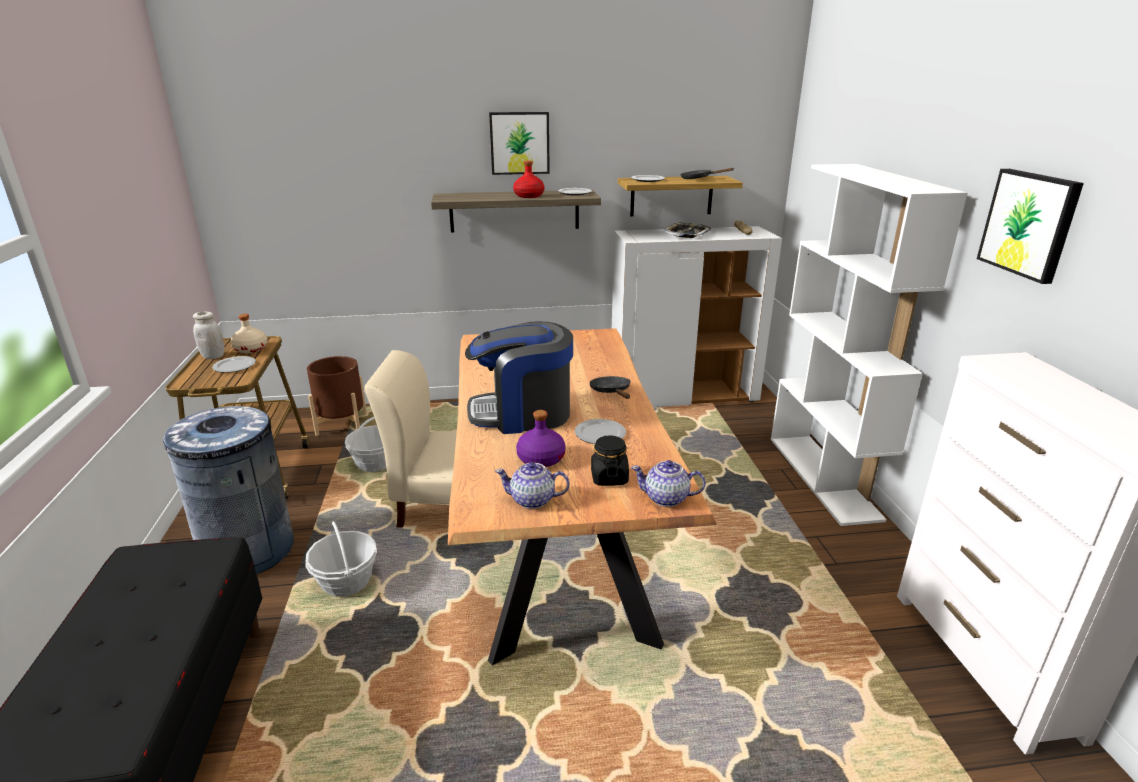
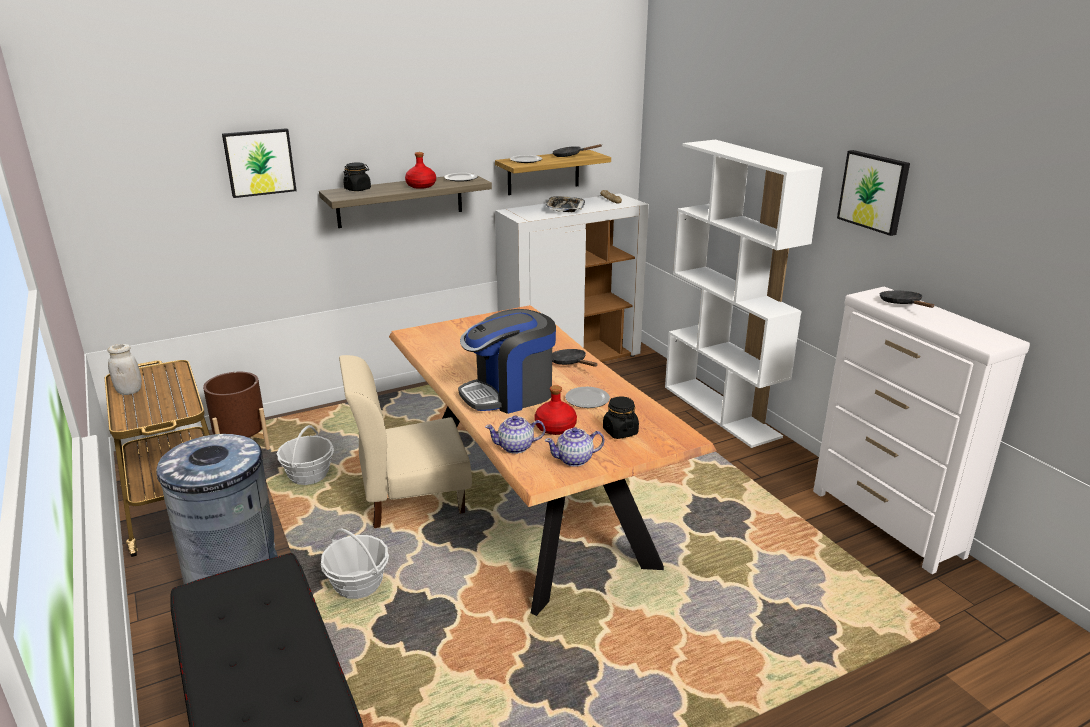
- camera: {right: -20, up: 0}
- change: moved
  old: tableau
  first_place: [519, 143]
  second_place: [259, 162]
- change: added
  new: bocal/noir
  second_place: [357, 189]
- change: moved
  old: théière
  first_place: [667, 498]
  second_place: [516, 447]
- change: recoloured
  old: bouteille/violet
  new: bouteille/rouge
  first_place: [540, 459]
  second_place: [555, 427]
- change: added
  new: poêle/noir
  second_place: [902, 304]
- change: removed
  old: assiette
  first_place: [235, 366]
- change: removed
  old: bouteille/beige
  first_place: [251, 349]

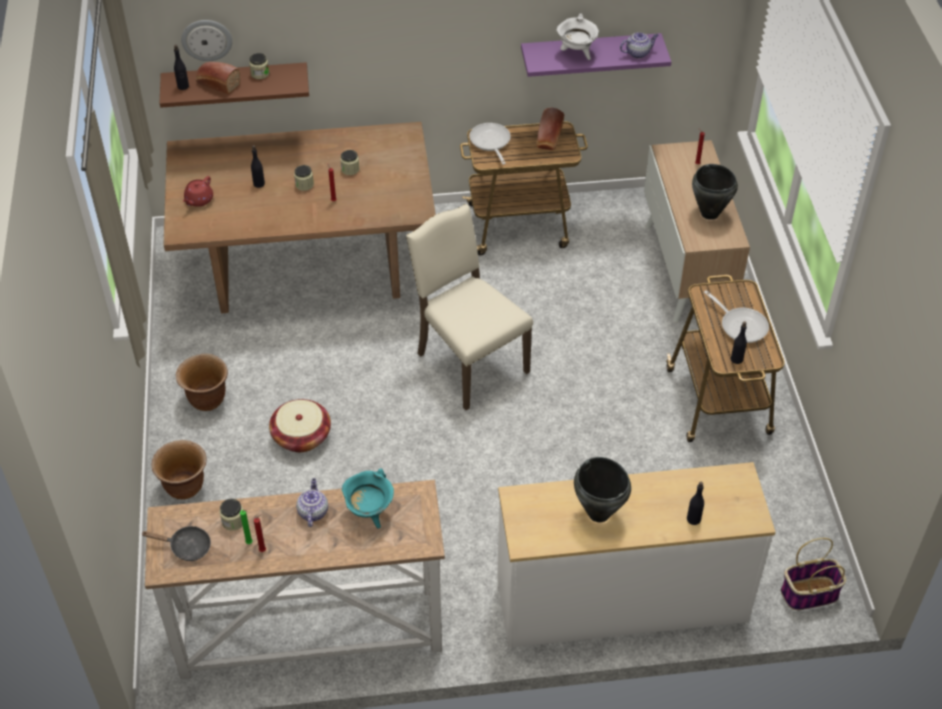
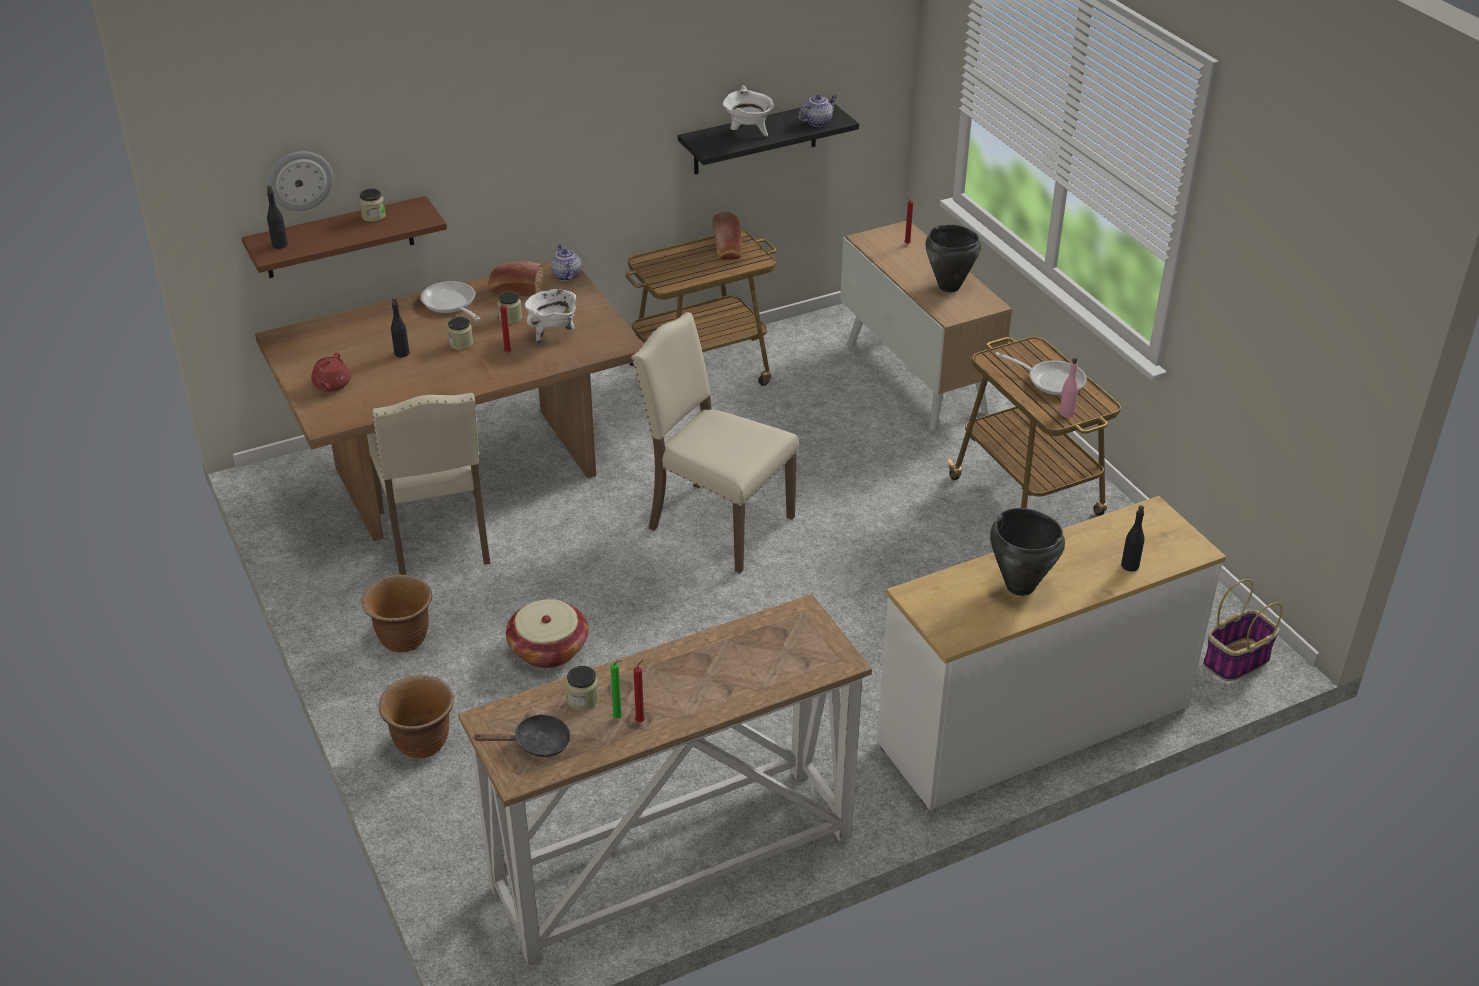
- camera: {right: -20, up: -10}
- change: added
  new: chaise/beige
  second_place: [437, 538]
- change: moved
  old: poêle
  first_place: [490, 143]
  second_place: [451, 304]
- change: moved
  old: pain
  first_place: [217, 83]
  second_place: [514, 289]
- change: added
  new: marmite/blanc
  second_place: [553, 333]
- change: moved
  old: théière
  first_place: [313, 512]
  second_place: [565, 275]
- change: recoloured
  old: étagère/violet
  new: étagère/noir
  first_place: [590, 53]
  second_place: [755, 138]
- change: recoloured
  old: bouteille/noir
  new: bouteille/rose
  first_place: [736, 359]
  second_place: [1066, 413]
- change: removed
  old: marmite/turquoise
  first_place: [369, 513]

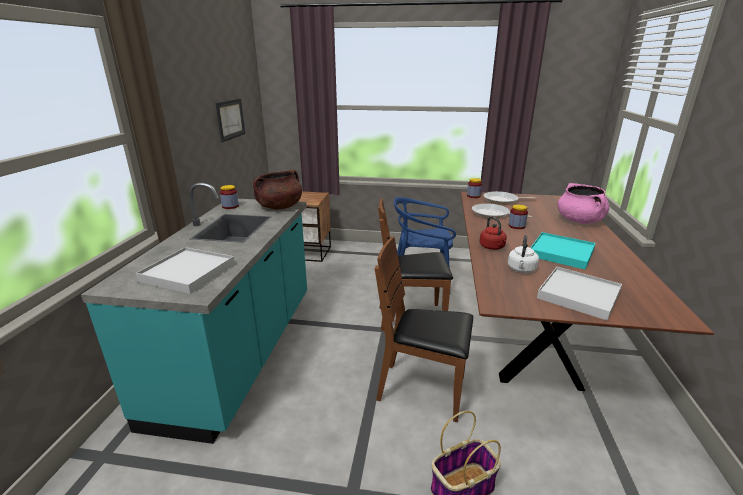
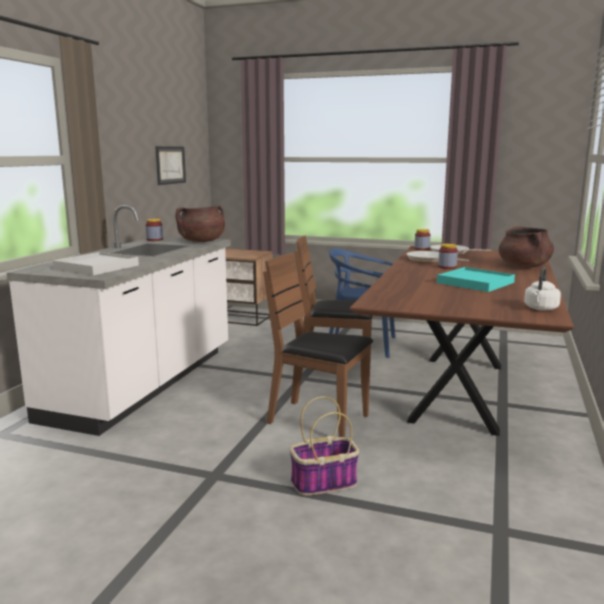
- camera: {right: 10, up: -10}
- change: recoloured
  old: comptoir de cuisine/turquoise
  new: comptoir de cuisine/blanc
  first_place: [240, 353]
  second_place: [145, 383]
- change: recoloured
  old: marmite/rose
  new: marmite/marron
  first_place: [579, 221]
  second_place: [524, 266]
- change: moved
  old: bouilloire/blanc
  first_place: [521, 269]
  second_place: [540, 309]
- change: removed
  old: bouilloire/rouge
  first_place: [492, 247]
- change: removed
  old: plateau/blanc
  first_place: [578, 295]

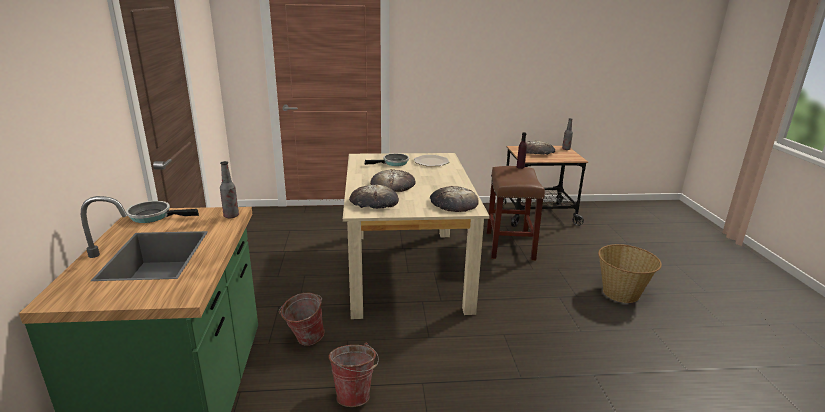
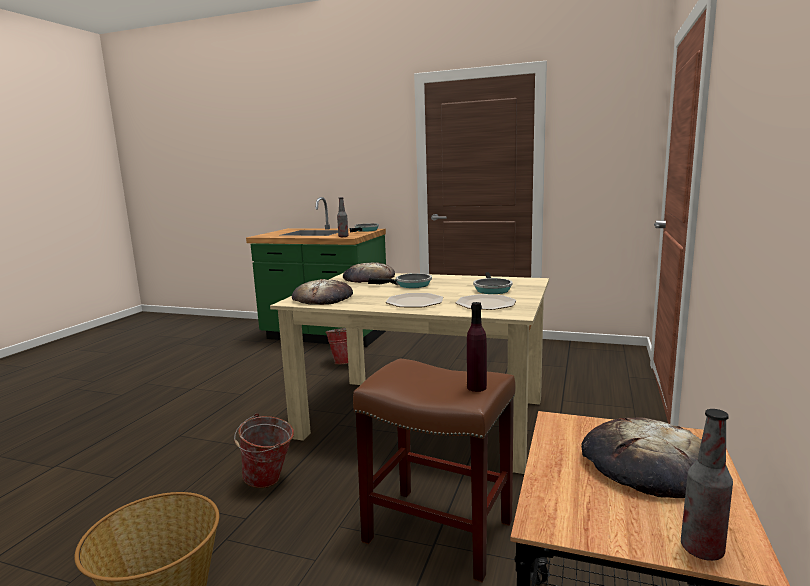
- camera: {right: 115, up: -10}
- change: moved
  old: seau
  first_place: [355, 394]
  second_place: [269, 482]
- change: replaced
  old: pain
  new: poêle
  first_place: [393, 184]
  second_place: [410, 285]
- change: added
  new: assiette
  second_place: [415, 302]

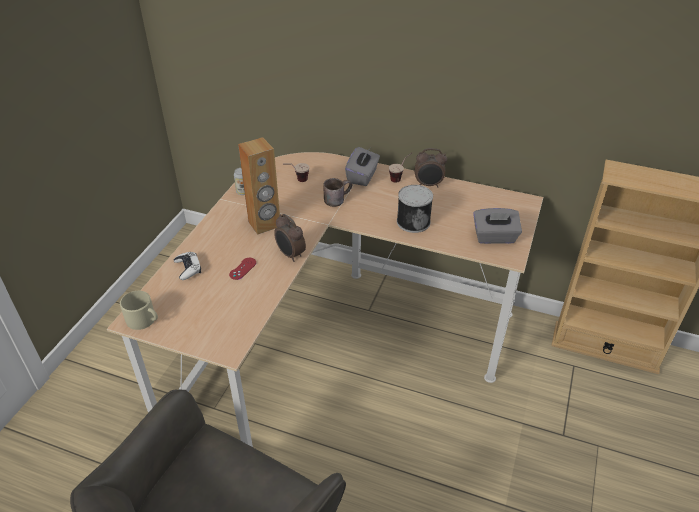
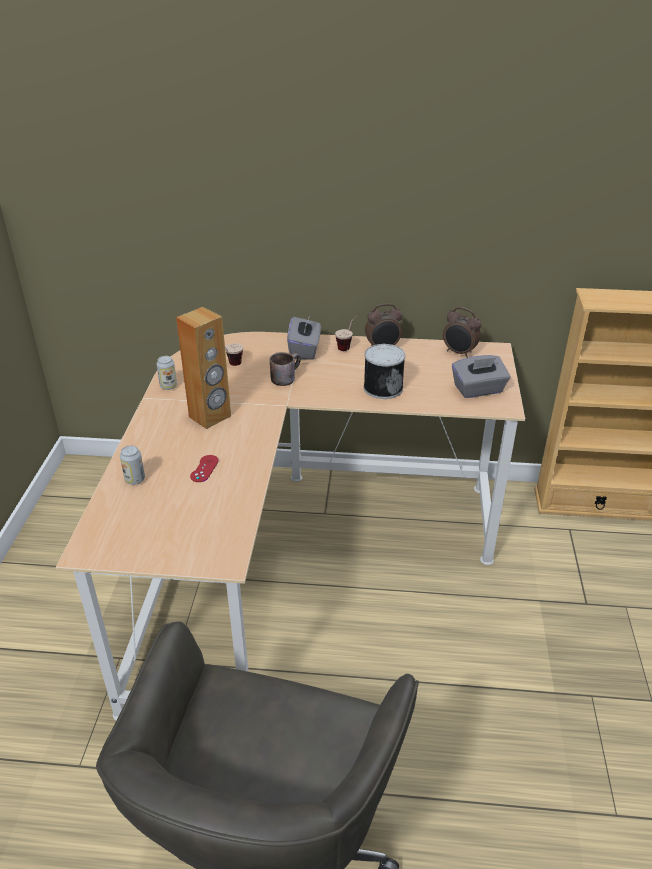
- camera: {right: -15, up: -5}
- change: replaced
  old: manette/blanc
  new: boîte métallique
  first_place: [188, 268]
  second_place: [135, 479]
- change: moved
  old: réveil
  first_place: [290, 255]
  second_place: [459, 353]
- change: removed
  old: mug/beige
  first_place: [144, 320]

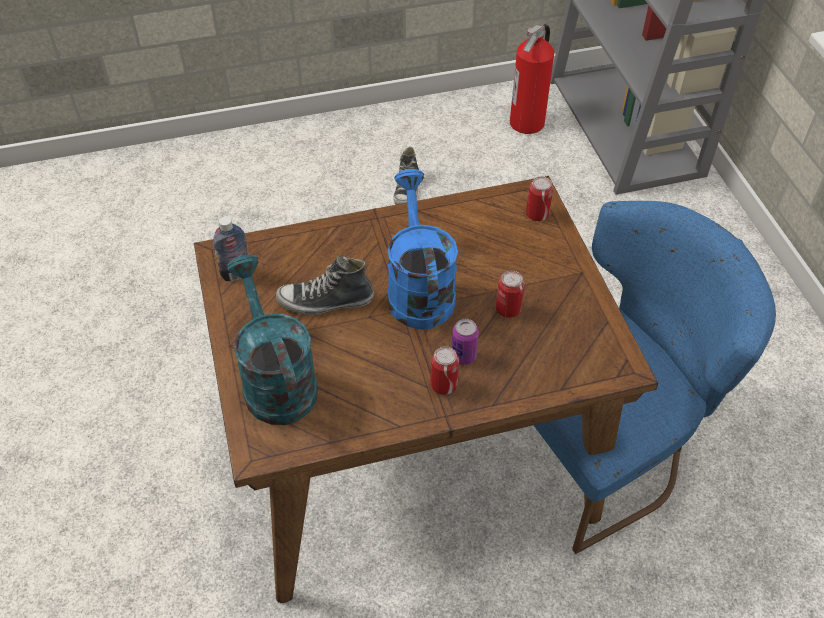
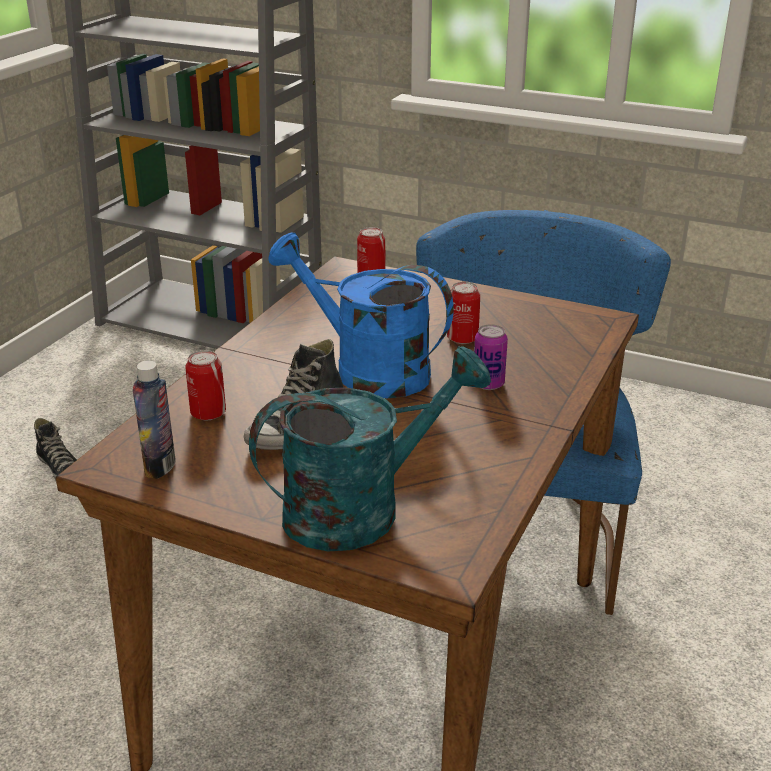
- camera: {right: -50, up: -20}
- change: moved
  old: boîte métallique
  first_place: [444, 385]
  second_place: [208, 413]
- change: turned
  old: arrosoir/turquoise
  first_place: [275, 379]
  second_place: [361, 508]
  degrees: 135
- change: removed
  old: extincteur
  first_place: [528, 123]

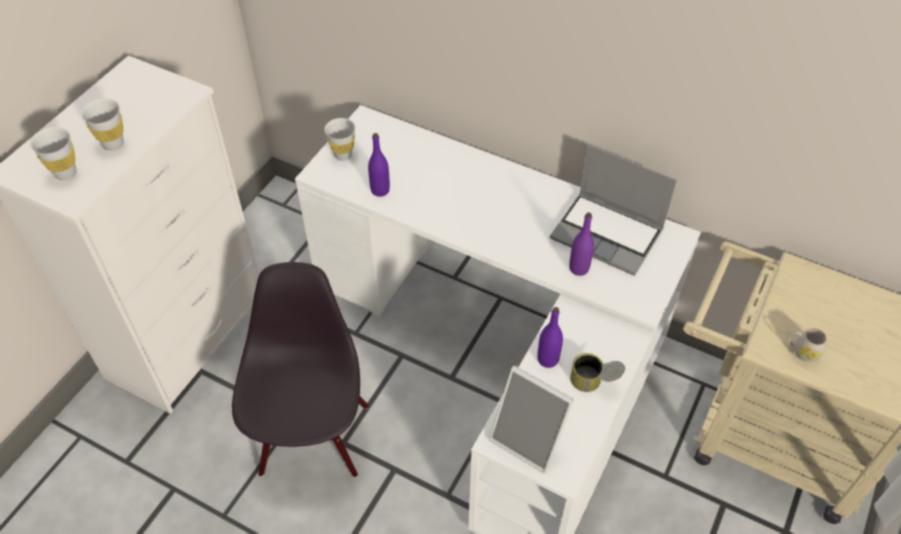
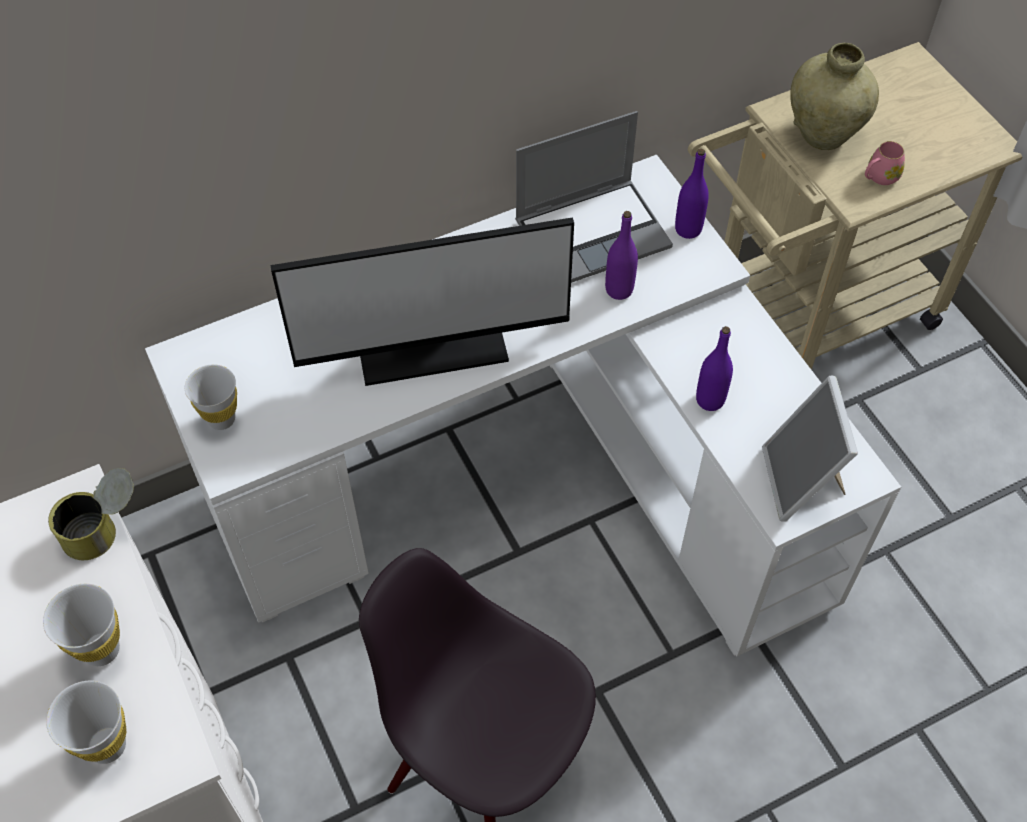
- camera: {right: -55, up: 5}
- change: moved
  old: boîte métallique
  first_place: [594, 382]
  second_place: [105, 529]
- change: added
  new: écran d'ordinateur
  second_place: [431, 342]
- change: moved
  old: bouteille/violet
  first_place: [380, 190]
  second_place: [688, 229]
- change: turned
  old: cadre photo
  first_place: [529, 439]
  second_place: [802, 482]
  degrees: 105
- change: added
  new: vase/beige
  second_place: [823, 134]
- change: recoloured
  old: mug/blanc
  new: mug/rose
  first_place: [802, 351]
  second_place: [879, 177]

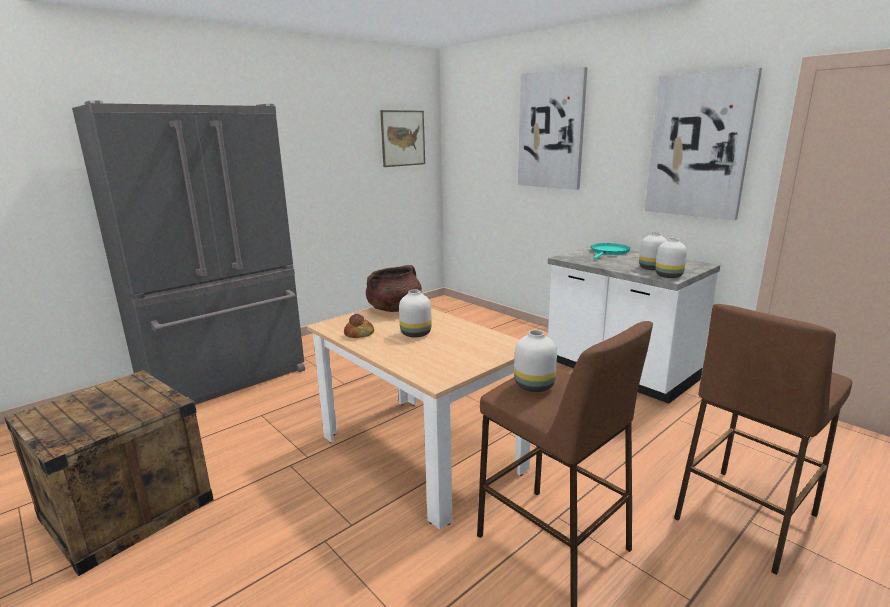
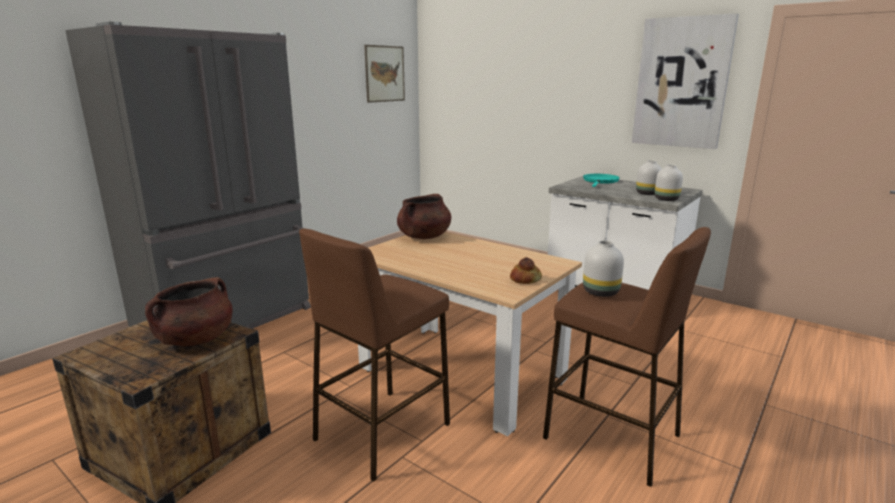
- camera: {right: -10, up: 0}
- change: added
  new: marmite/marron
  second_place: [195, 339]
- change: moved
  old: tabouret/marron
  first_place: [745, 517]
  second_place: [381, 432]
- change: moved
  old: pain
  first_place: [359, 334]
  second_place: [525, 279]
- change: removed
  old: vase/blanc
  first_place: [416, 333]
- change: removed
  old: tableau
  first_place: [551, 130]

